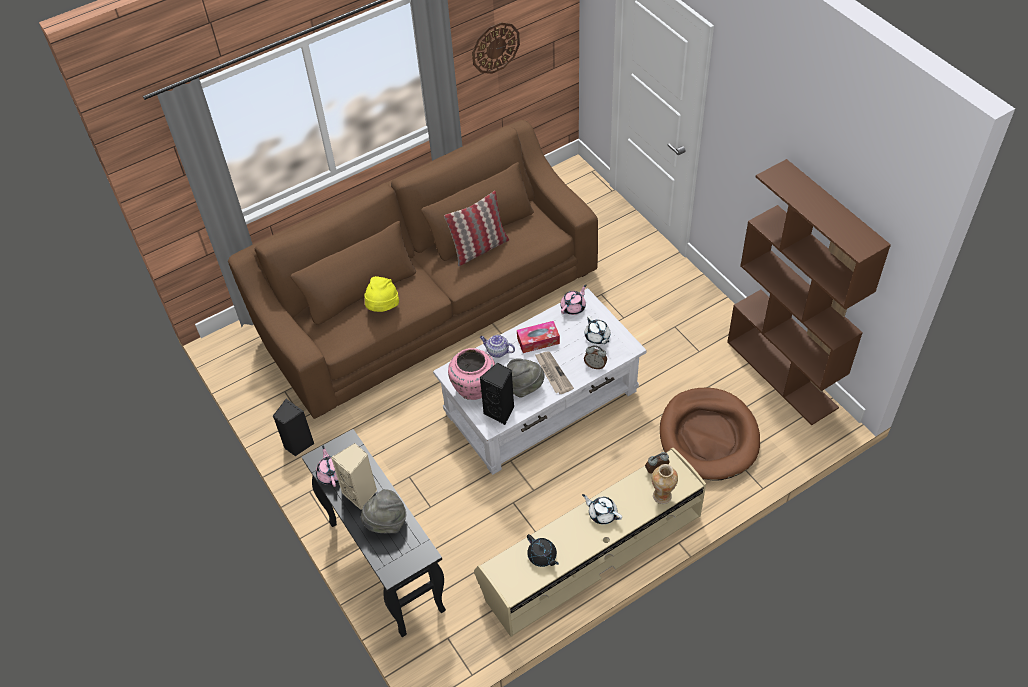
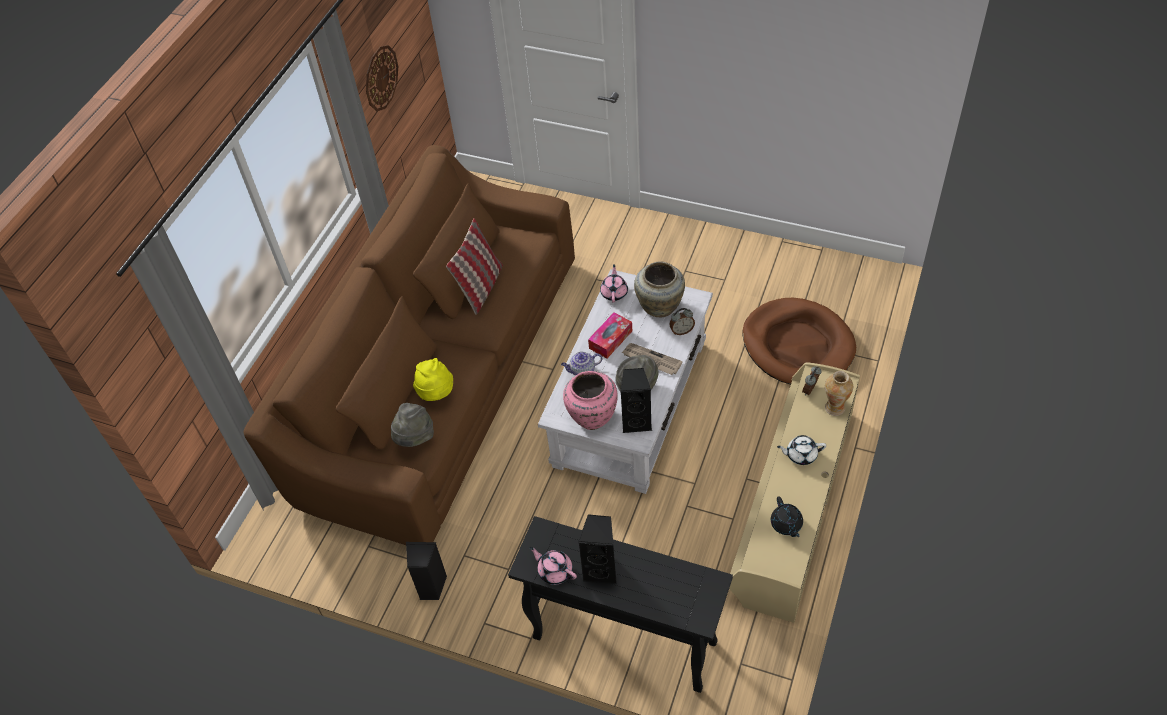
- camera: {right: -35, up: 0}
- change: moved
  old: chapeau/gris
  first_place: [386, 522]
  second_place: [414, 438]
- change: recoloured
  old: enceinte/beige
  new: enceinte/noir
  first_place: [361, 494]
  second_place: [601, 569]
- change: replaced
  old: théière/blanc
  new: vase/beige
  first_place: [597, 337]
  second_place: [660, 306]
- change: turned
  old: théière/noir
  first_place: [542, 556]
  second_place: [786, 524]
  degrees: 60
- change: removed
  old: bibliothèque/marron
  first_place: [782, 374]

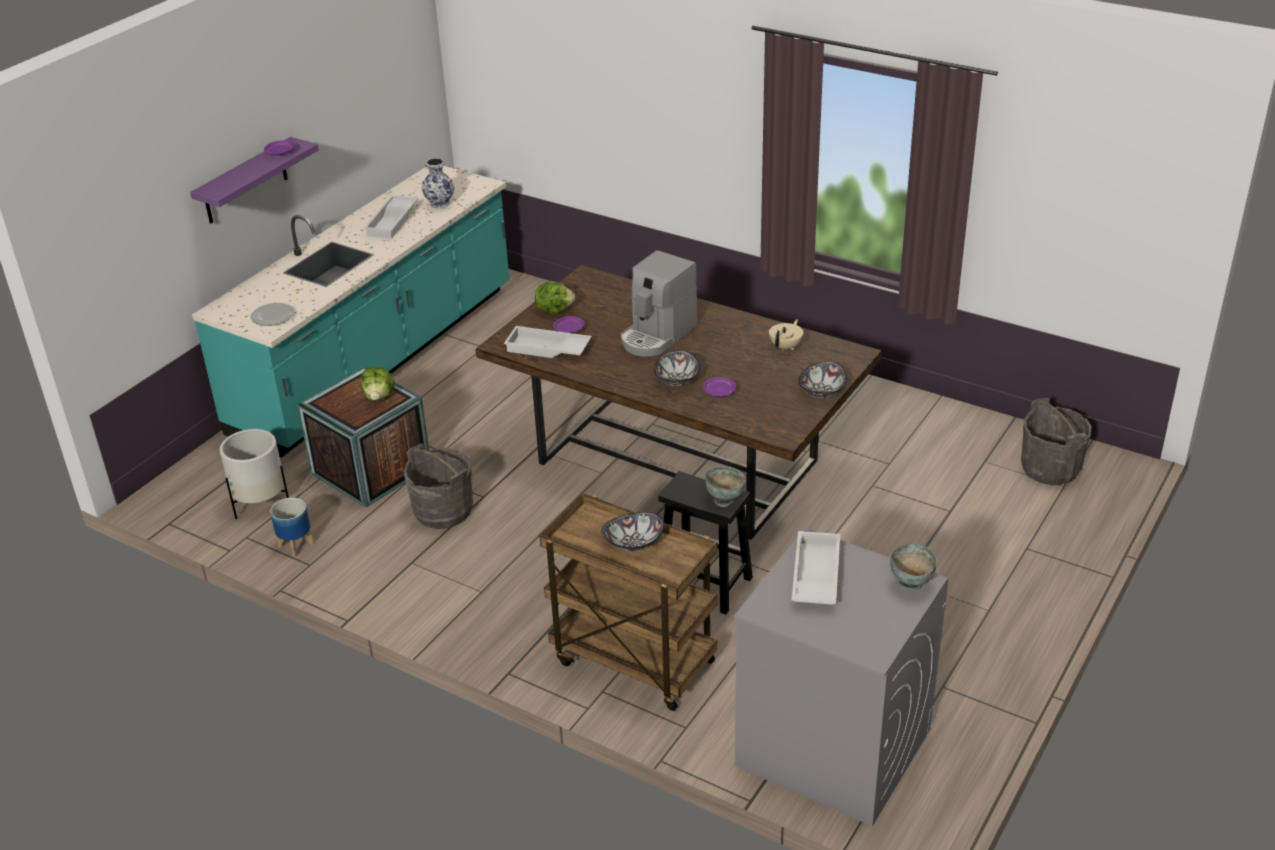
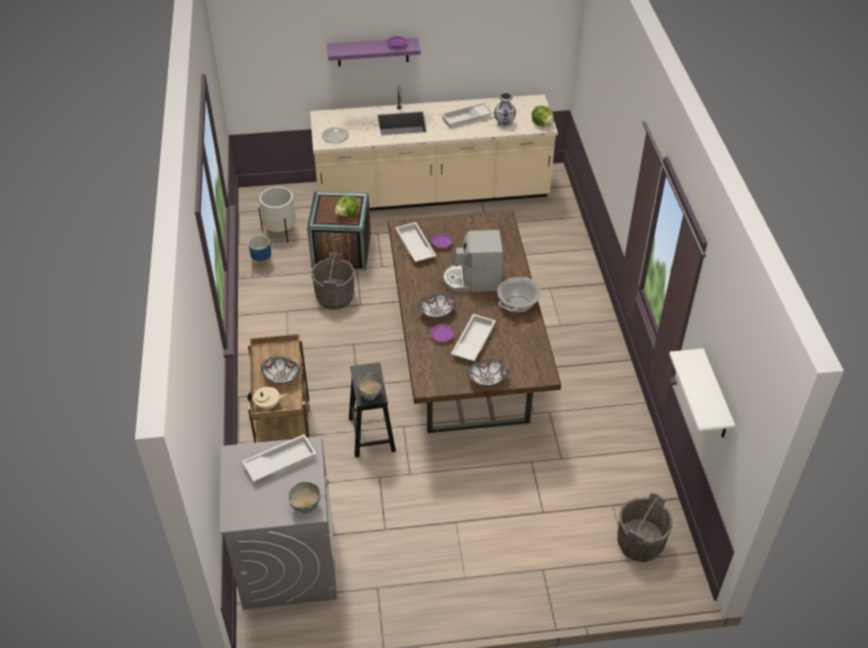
- camera: {right: 50, up: 10}
- change: moved
  old: théière/beige
  first_place: [786, 347]
  second_place: [268, 405]
- change: recoloured
  old: comptoir de cuisine/turquoise
  new: comptoir de cuisine/beige
  first_place: [378, 360]
  second_place: [432, 194]
- change: added
  new: plateau/blanc
  second_place: [472, 341]
- change: added
  new: marmite
  second_place: [518, 304]
- change: moved
  old: laitue
  first_place: [554, 310]
  second_place: [542, 124]
- change: added
  new: étagère/blanc
  second_place: [715, 397]

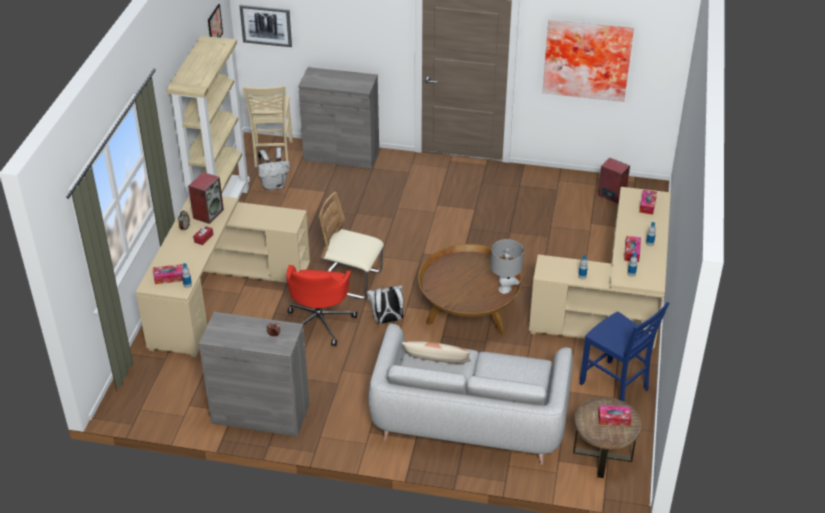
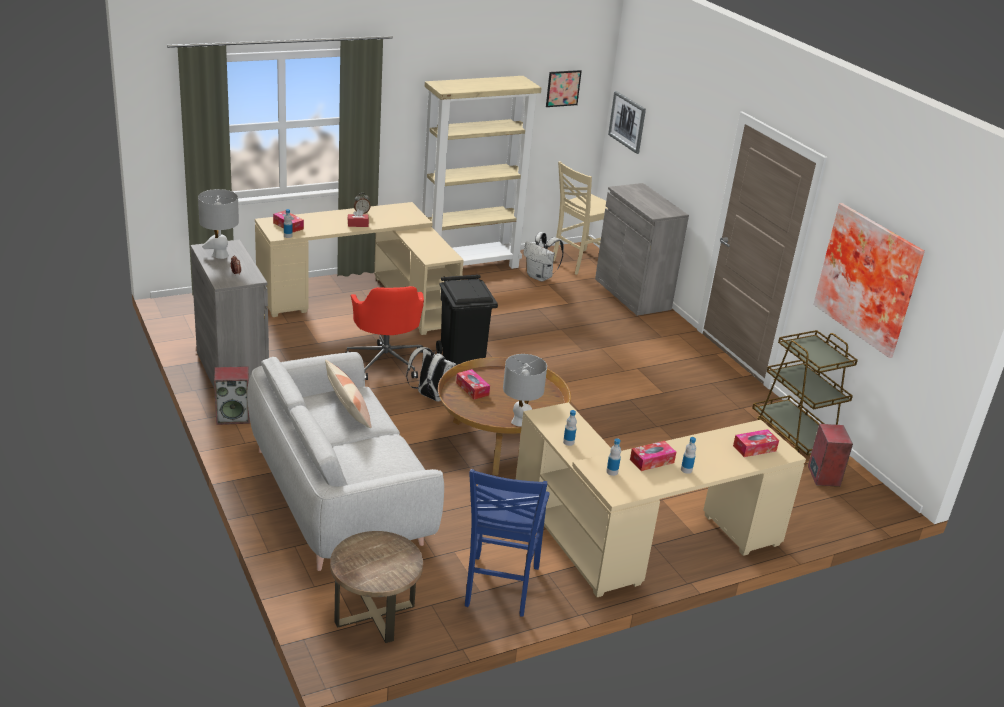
- camera: {right: 50, up: -10}
- change: added
  new: lampe de table/gris
  second_place: [220, 255]
- change: moved
  old: enceinte
  first_place: [208, 213]
  second_place: [233, 416]
- change: turned
  old: chaise de bureau/rouge
  first_place: [320, 322]
  second_place: [386, 361]
  degrees: -75
- change: replaced
  old: chaise/beige
  new: poubelle/noir
  first_place: [351, 281]
  second_place: [462, 358]
- change: moved
  old: boîte à mouchoirs
  first_place: [614, 419]
  second_place: [472, 389]
- change: added
  new: chariot/marron
  second_place: [795, 435]

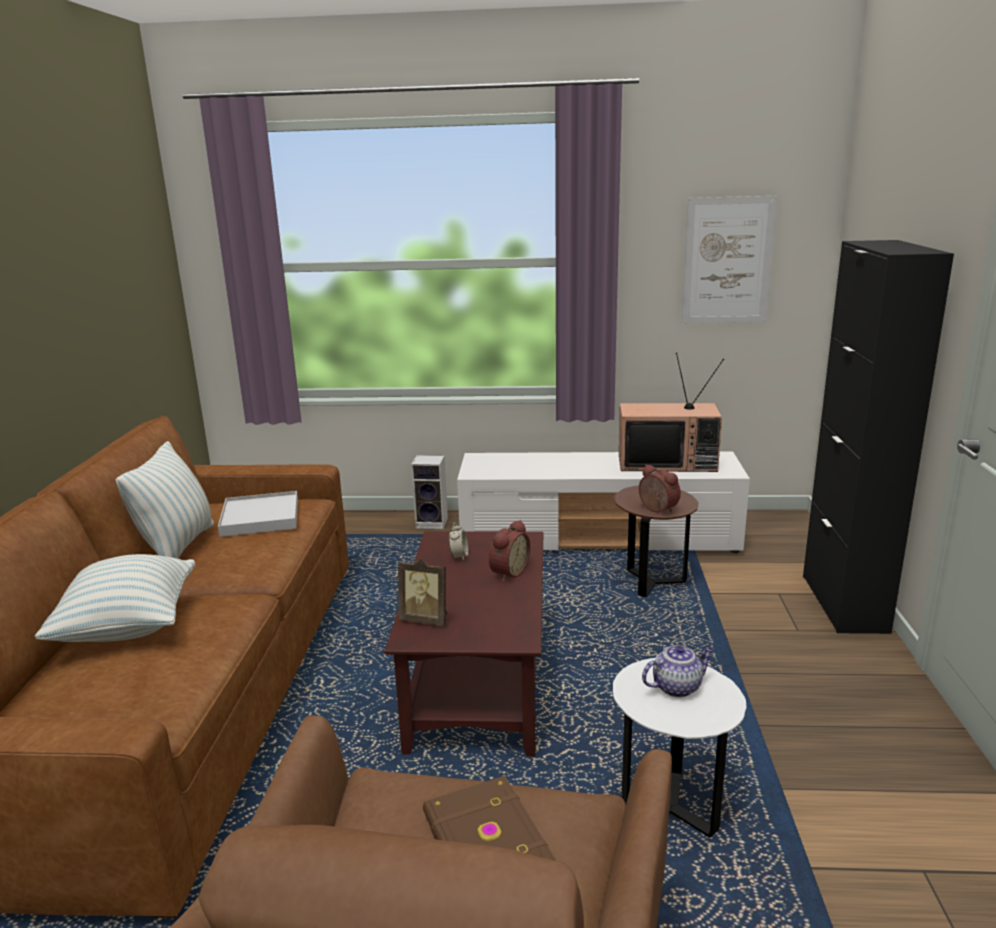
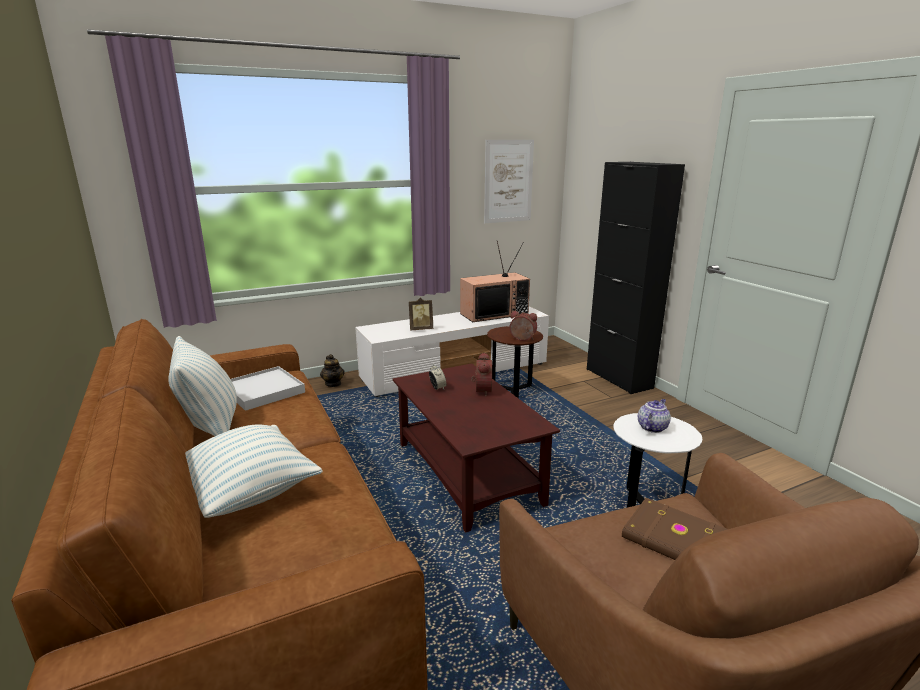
- camera: {right: -30, up: 0}
- change: replaced
  old: enceinte
  new: théière
  first_place: [433, 523]
  second_place: [333, 384]
- change: moved
  old: cadre photo
  first_place: [426, 619]
  second_place: [421, 329]

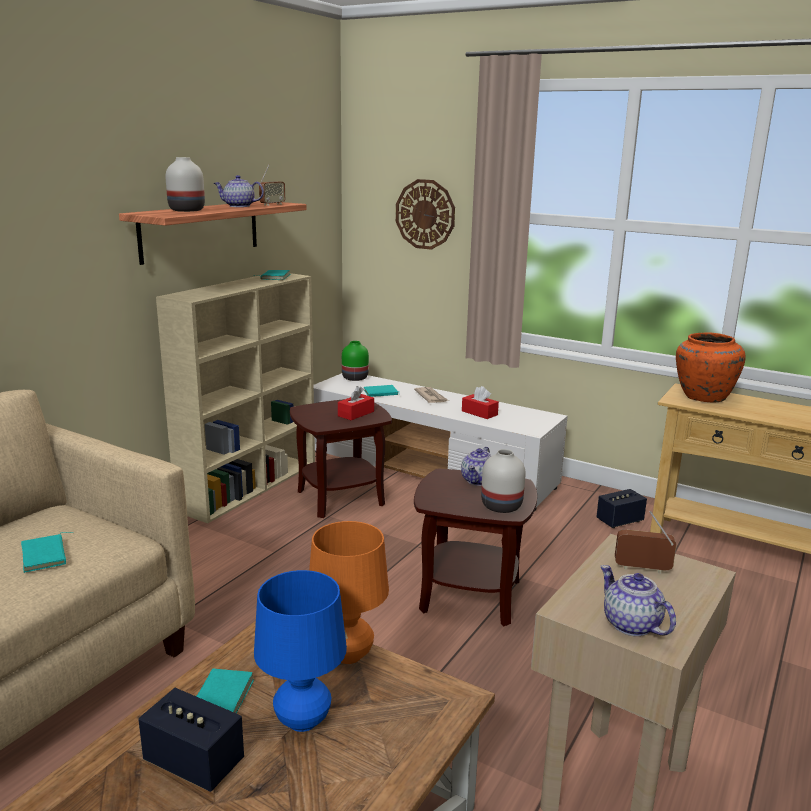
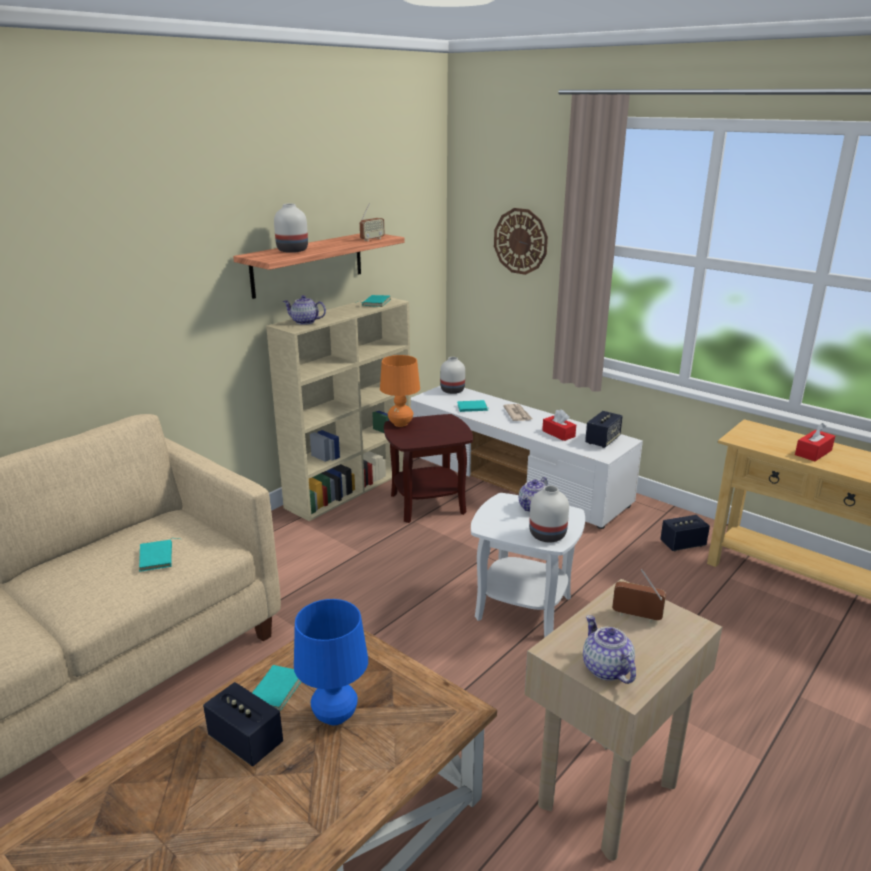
- camera: {right: 10, up: 5}
- change: moved
  old: théière
  first_place: [239, 206]
  second_place: [304, 322]
- change: moved
  old: lampe de table/orange
  first_place: [348, 655]
  second_place: [400, 424]
- change: recoloured
  old: vase/vert
  new: vase/blanc
  first_place: [354, 378]
  second_place: [452, 391]
- change: recoloured
  old: table d'appoint/marron
  new: table d'appoint/blanc
  first_place: [470, 595]
  second_place: [523, 607]
- change: added
  new: enceinte
  second_place: [602, 440]
- change: moved
  old: boîte à mouchoirs/rouge
  first_place: [356, 414]
  second_place: [813, 452]
- change: removed
  old: vase/orange
  first_place: [702, 396]

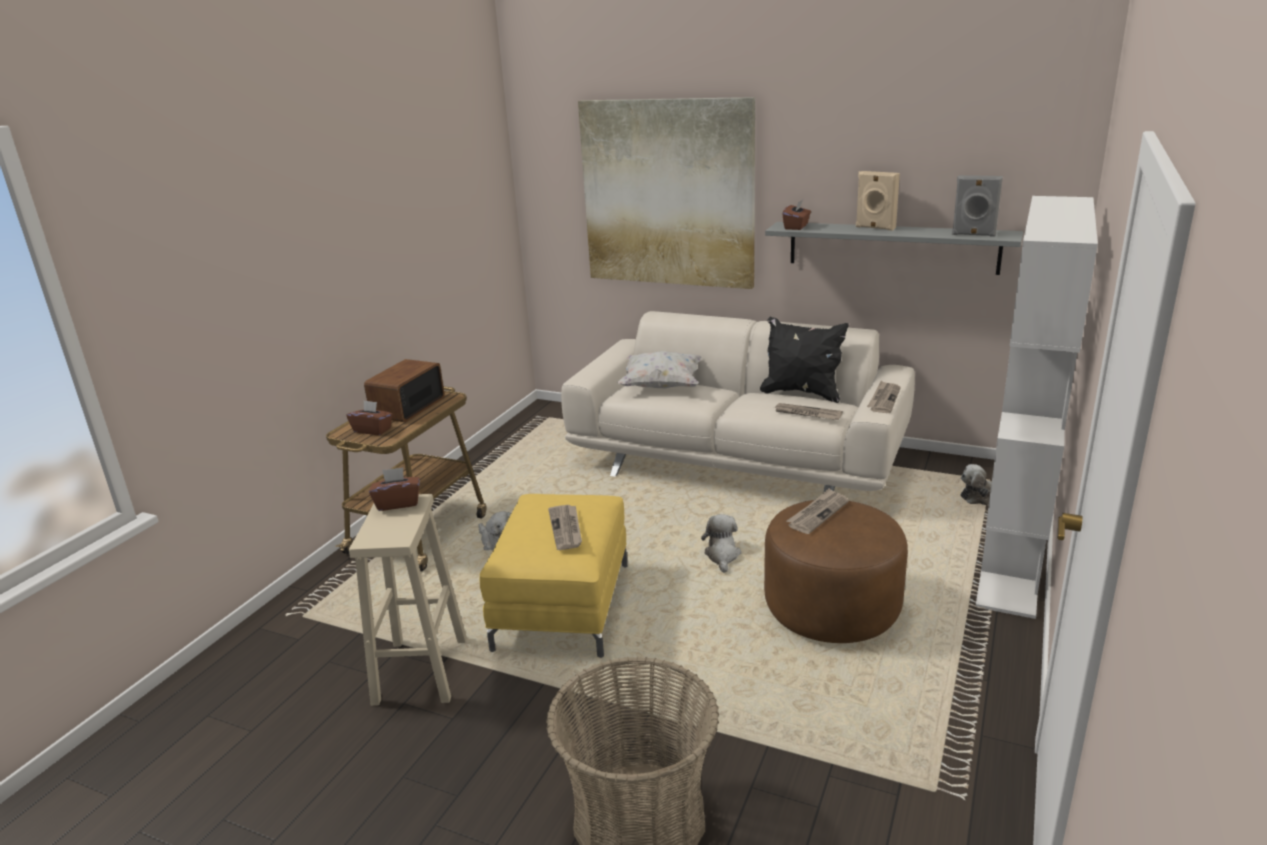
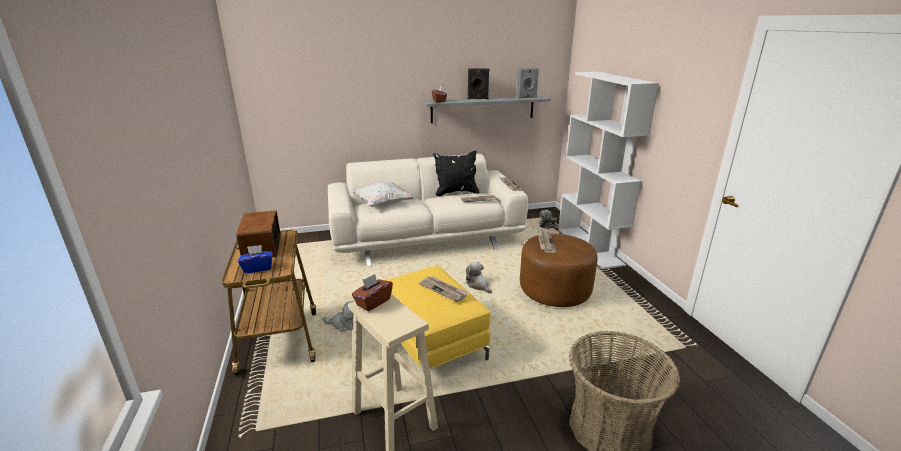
- camera: {right: -40, up: 0}
- change: recoloured
  old: boîte à mouchoirs/marron
  new: boîte à mouchoirs/bleu
  first_place: [373, 430]
  second_place: [258, 268]
- change: recoloured
  old: enceinte/beige
  new: enceinte/noir
  first_place: [875, 228]
  second_place: [477, 98]
- change: removed
  old: tableau
  first_place: [668, 193]

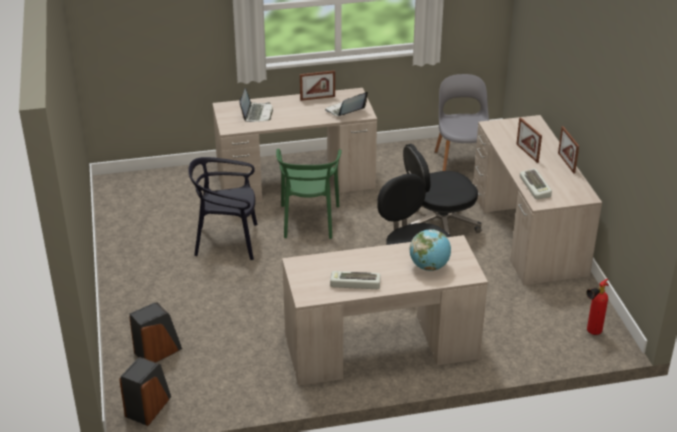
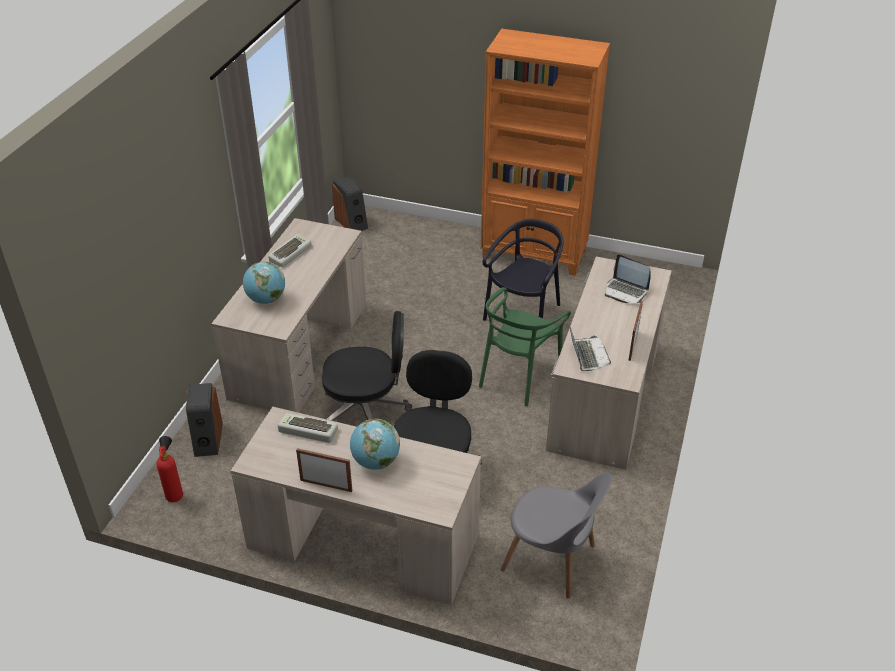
- camera: {right: 120, up: 5}
- change: moved
  old: enceinte
  first_place: [158, 351]
  second_place: [207, 439]
- change: replaced
  old: cadre photo
  new: globe
  first_place: [527, 153]
  second_place: [375, 461]
- change: turned
  old: chaise/vert
  first_place: [309, 221]
  second_place: [518, 376]
  degrees: -90
- change: added
  new: bibliothèque/orange
  second_place: [535, 254]

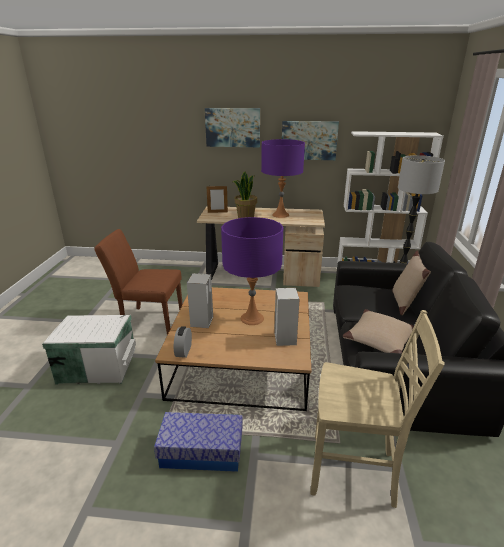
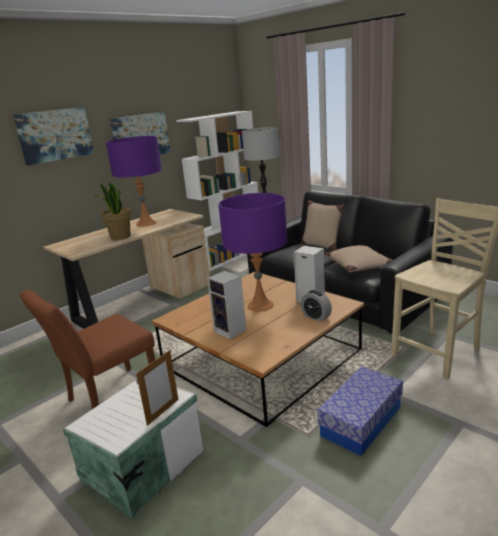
- camera: {right: -50, up: -5}
- change: moved
  old: cadre photo
  first_place: [217, 212]
  second_place: [163, 412]
- change: moved
  old: réveil
  first_place: [183, 351]
  second_place: [316, 317]

